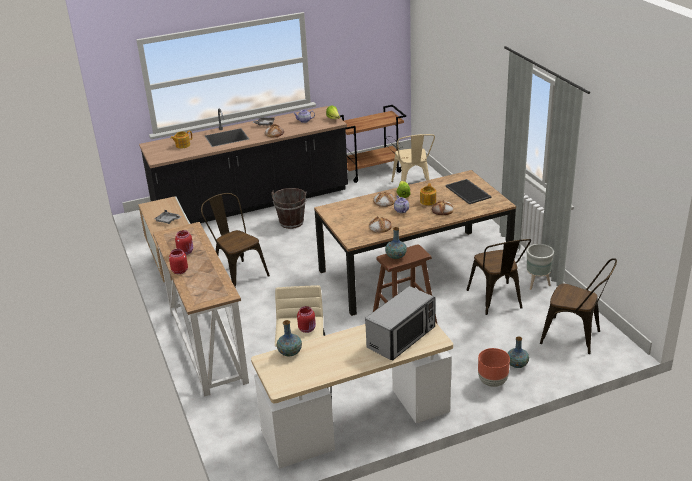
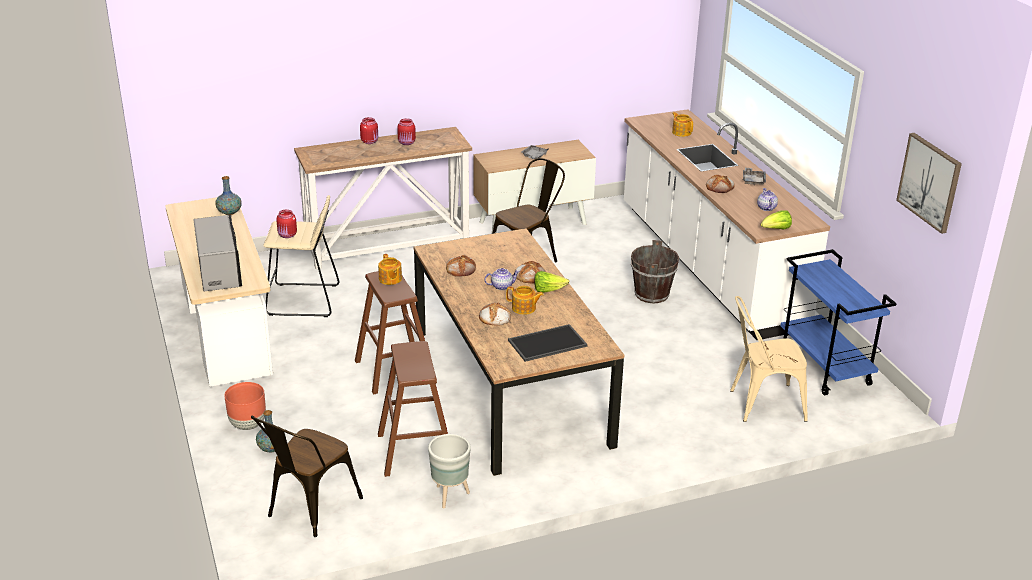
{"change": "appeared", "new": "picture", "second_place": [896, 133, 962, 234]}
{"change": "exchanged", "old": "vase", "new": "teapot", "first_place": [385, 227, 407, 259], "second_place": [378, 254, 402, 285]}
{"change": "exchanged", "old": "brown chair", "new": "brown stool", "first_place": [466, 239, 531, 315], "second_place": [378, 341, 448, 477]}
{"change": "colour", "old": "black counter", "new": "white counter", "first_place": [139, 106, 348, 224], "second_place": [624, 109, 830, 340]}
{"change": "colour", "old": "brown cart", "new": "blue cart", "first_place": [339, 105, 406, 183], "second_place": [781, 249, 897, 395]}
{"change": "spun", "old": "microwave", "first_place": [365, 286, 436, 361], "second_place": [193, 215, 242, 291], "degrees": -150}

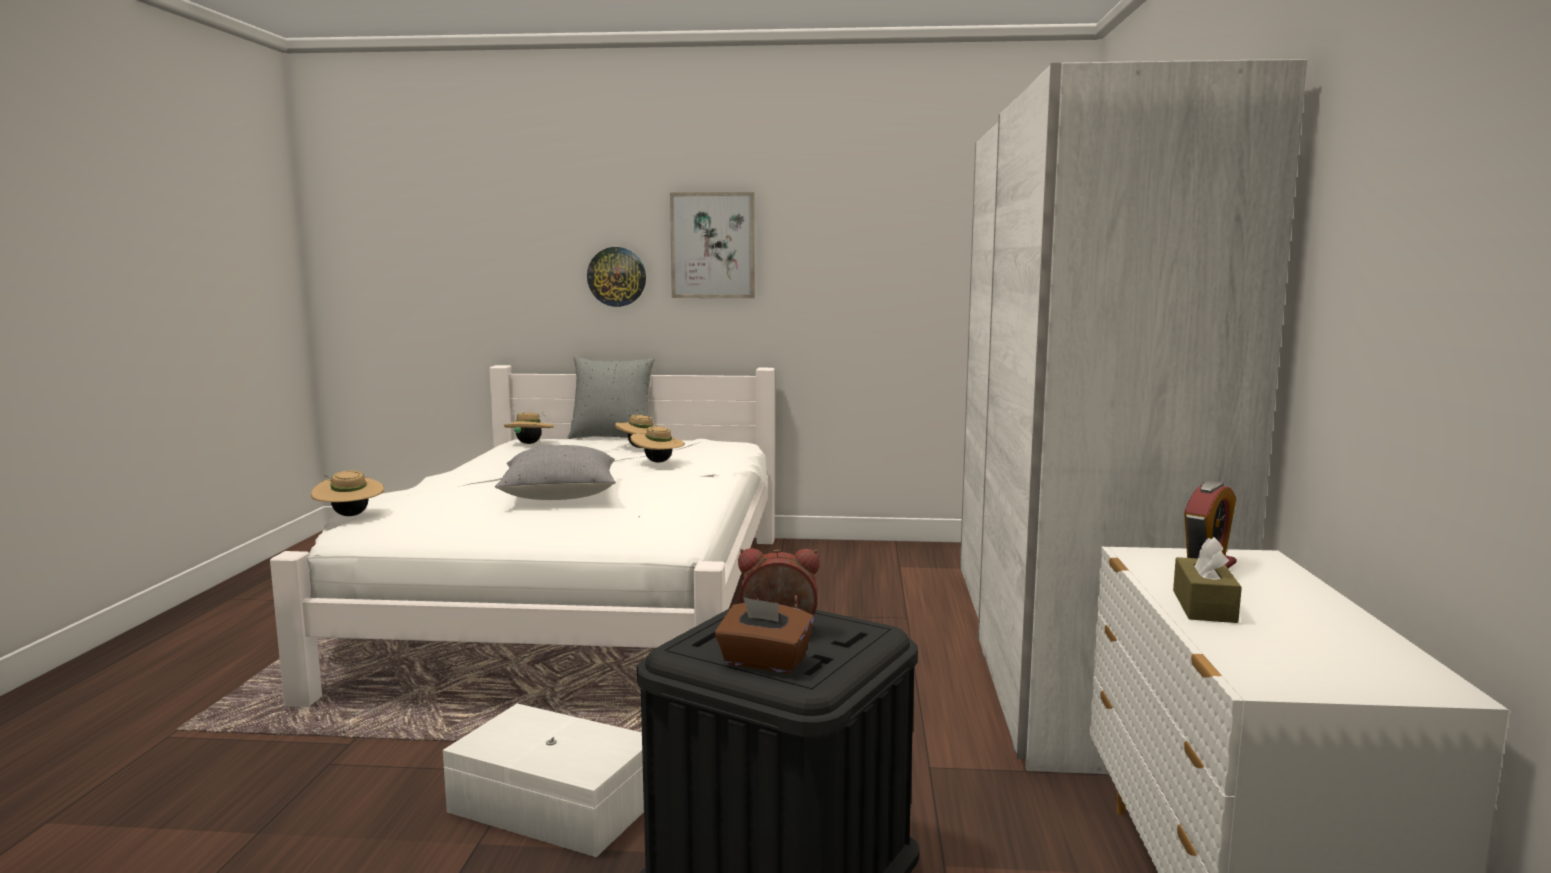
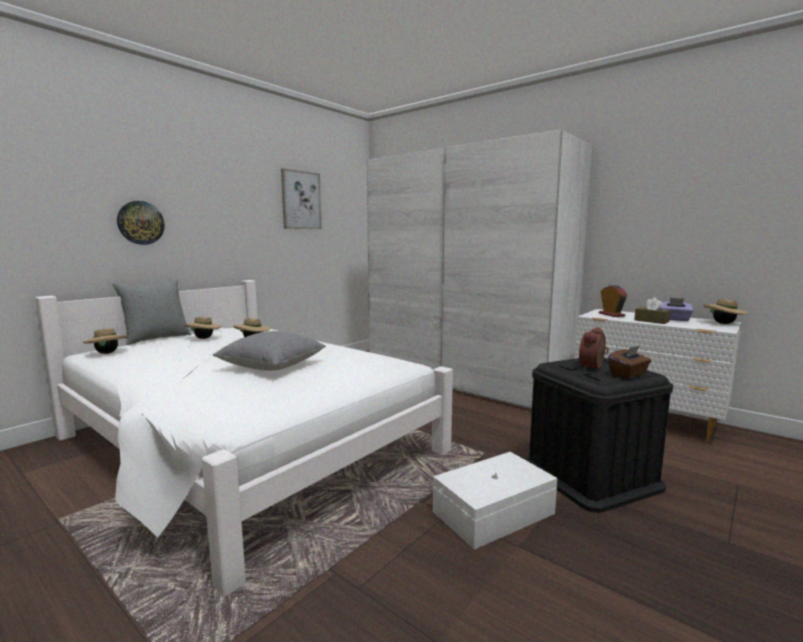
{"change": "appeared", "new": "purple tissue box", "second_place": [659, 298, 693, 321]}
{"change": "relocated", "old": "beige hat", "first_place": [311, 470, 384, 516], "second_place": [704, 299, 749, 324]}
{"change": "relocated", "old": "picture", "first_place": [670, 192, 755, 298], "second_place": [281, 168, 322, 229]}

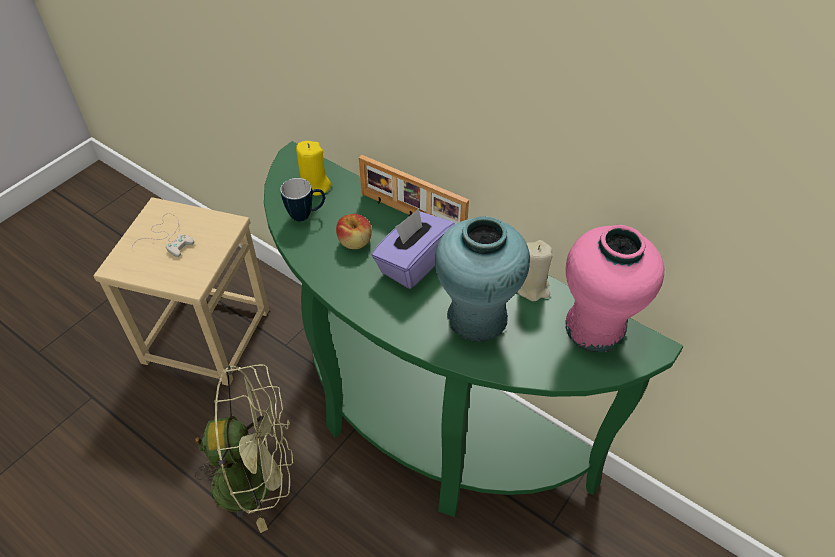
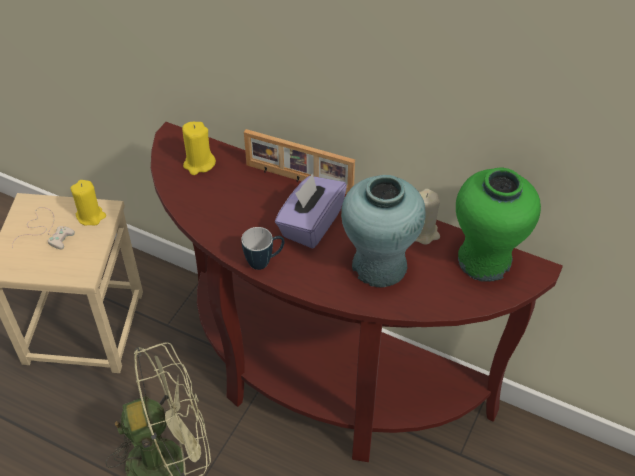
{"change": "missing", "old": "apple", "first_place": [336, 214, 372, 249]}
{"change": "appeared", "new": "yellow candle", "second_place": [71, 180, 106, 225]}
{"change": "relocated", "old": "mug", "first_place": [280, 178, 325, 221], "second_place": [241, 227, 285, 270]}
{"change": "colour", "old": "green console table", "new": "brown console table", "first_place": [264, 141, 683, 517], "second_place": [151, 122, 563, 462]}
{"change": "colour", "old": "pink vase", "new": "green vase", "first_place": [565, 225, 664, 352], "second_place": [456, 167, 541, 282]}

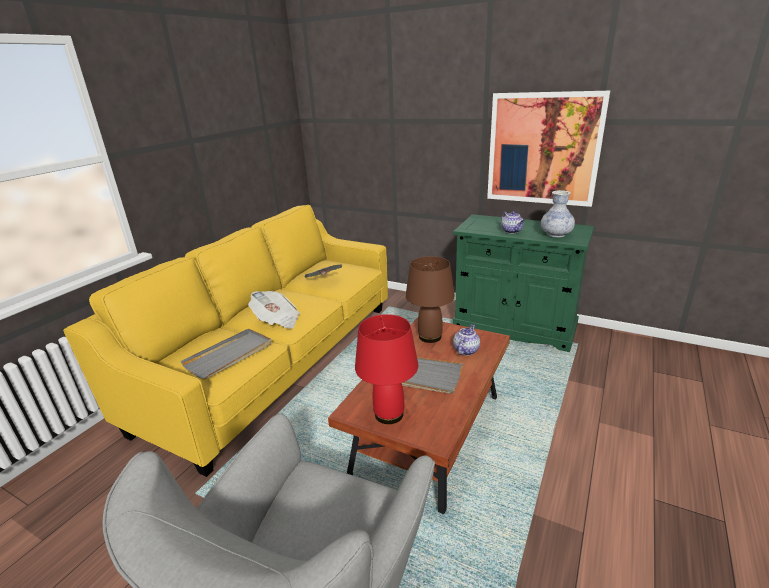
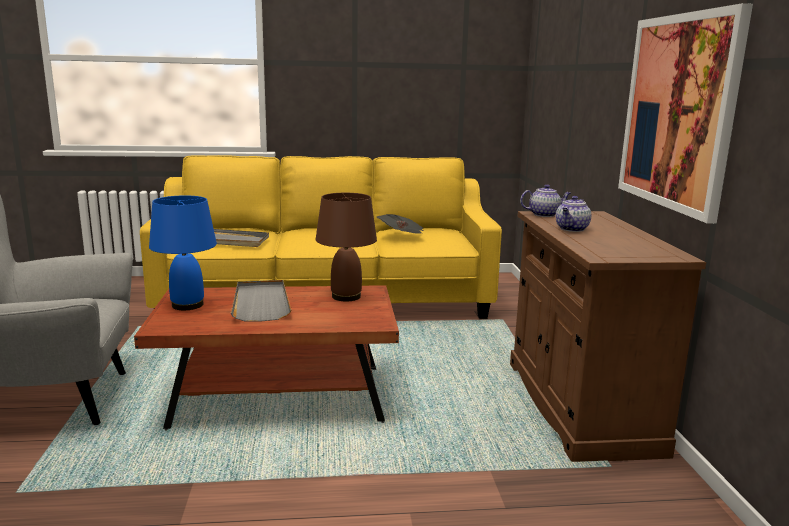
{"change": "missing", "old": "newspaper", "first_place": [248, 291, 300, 329]}
{"change": "missing", "old": "vase", "first_place": [541, 190, 575, 237]}
{"change": "relocated", "old": "teapot", "first_place": [453, 324, 480, 355], "second_place": [520, 184, 571, 217]}
{"change": "colour", "old": "red table lamp", "new": "blue table lamp", "first_place": [355, 314, 418, 424], "second_place": [149, 195, 217, 310]}
{"change": "colour", "old": "green cabinet", "new": "brown cabinet", "first_place": [453, 214, 594, 352], "second_place": [510, 211, 706, 462]}

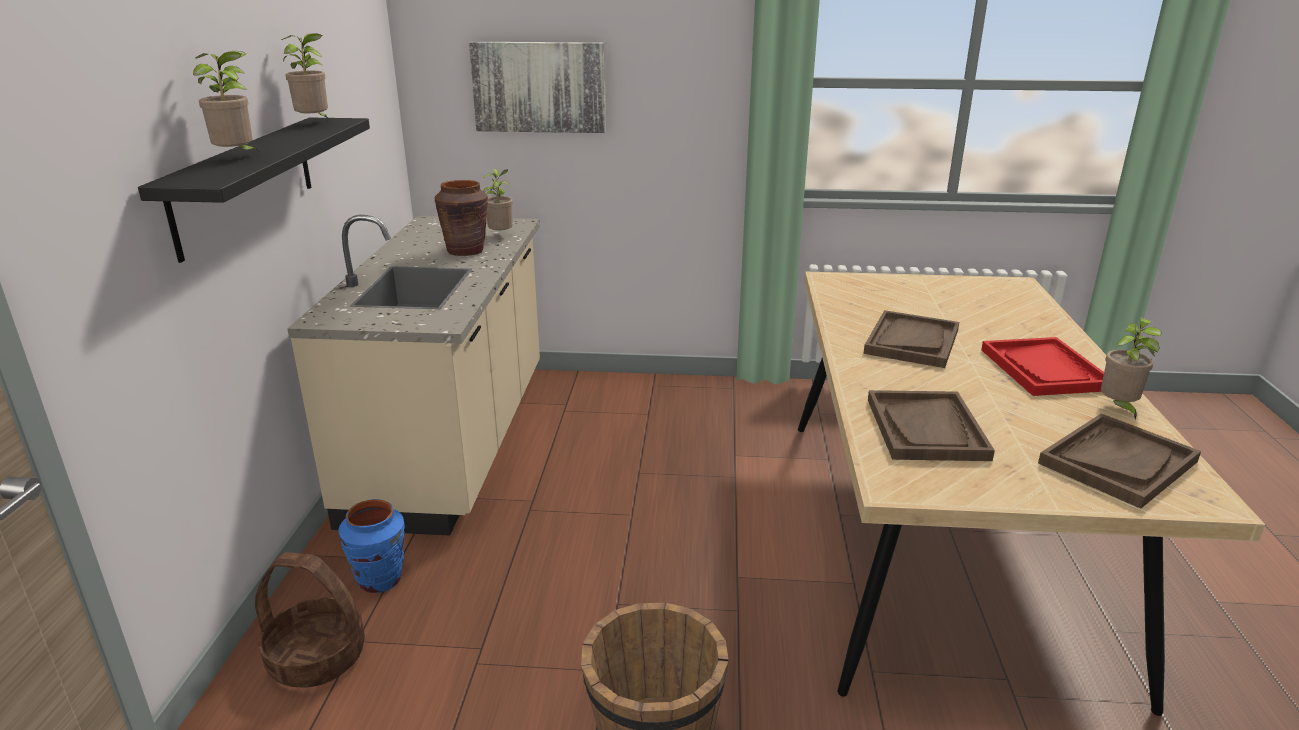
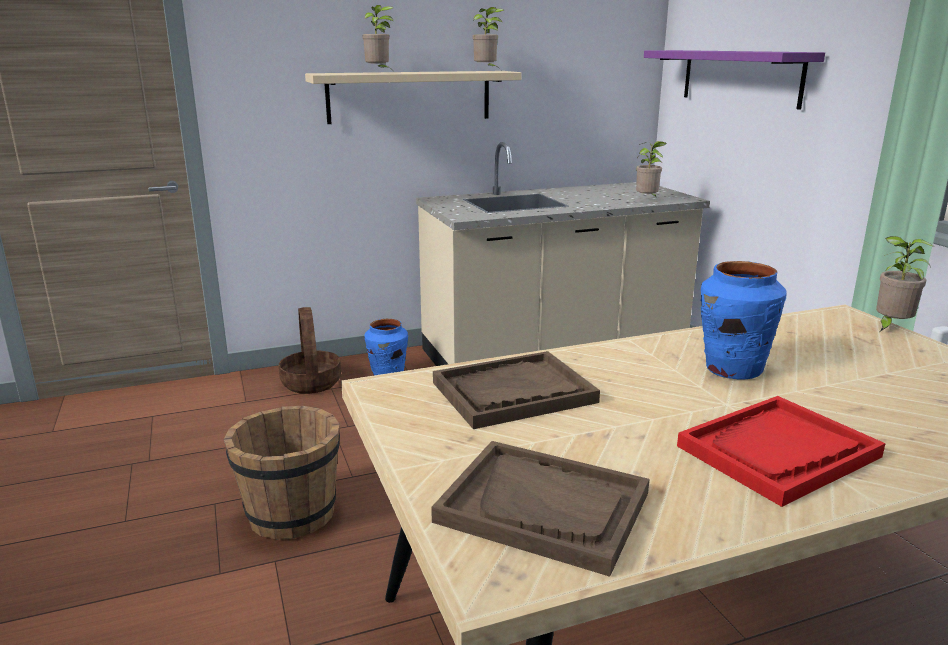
{"change": "missing", "old": "brown vase", "first_place": [435, 180, 488, 256]}
{"change": "relocated", "old": "potted plant", "first_place": [1101, 318, 1162, 420], "second_place": [876, 236, 934, 332]}
{"change": "exchanged", "old": "picture", "new": "purple shelf", "first_place": [469, 42, 606, 133], "second_place": [644, 50, 825, 110]}
{"change": "exchanged", "old": "brown tray", "new": "blue vase", "first_place": [863, 310, 959, 368], "second_place": [700, 261, 786, 379]}
{"change": "colour", "old": "black shelf", "new": "beige shelf", "first_place": [138, 118, 370, 263], "second_place": [305, 71, 522, 124]}

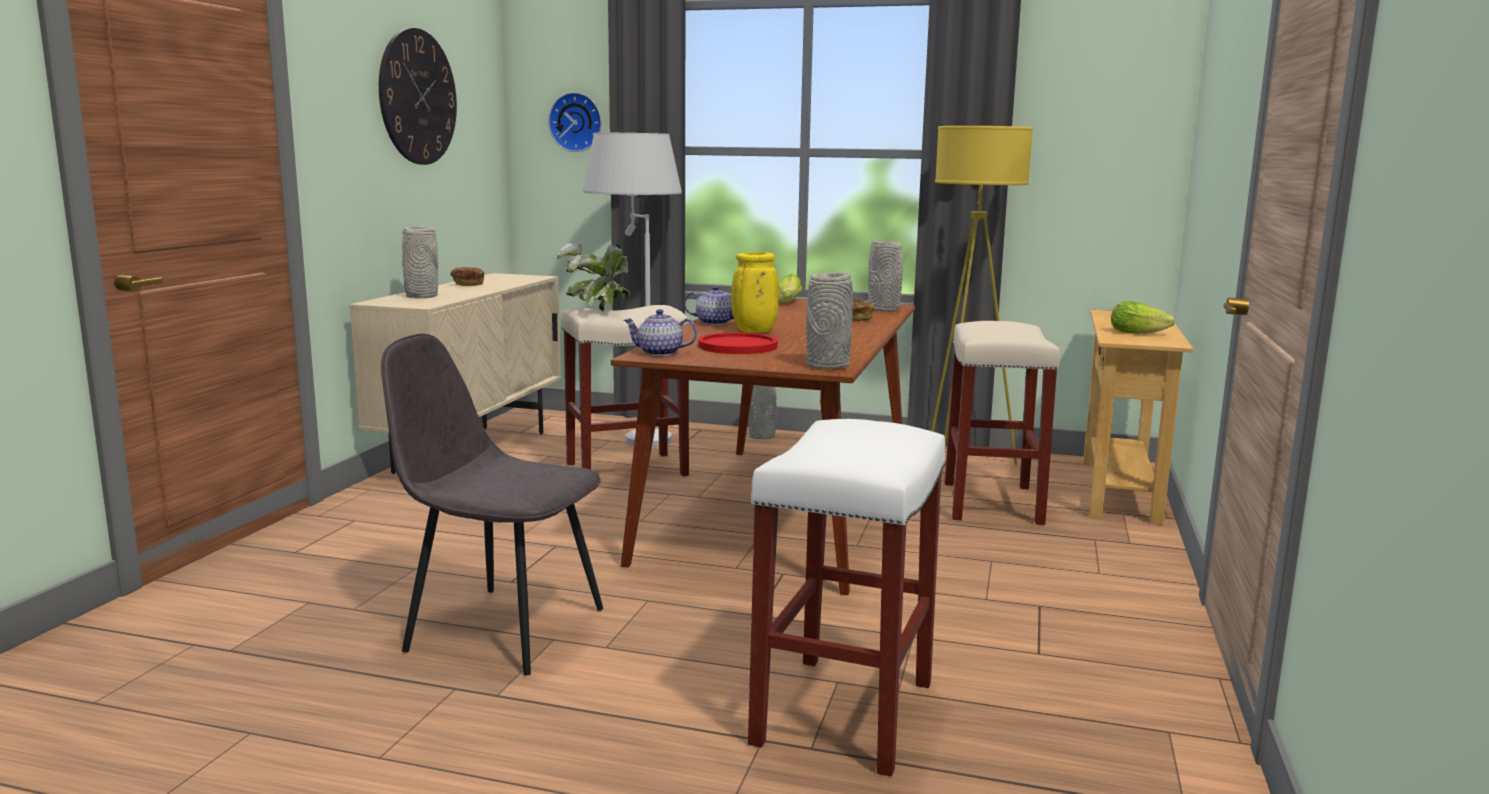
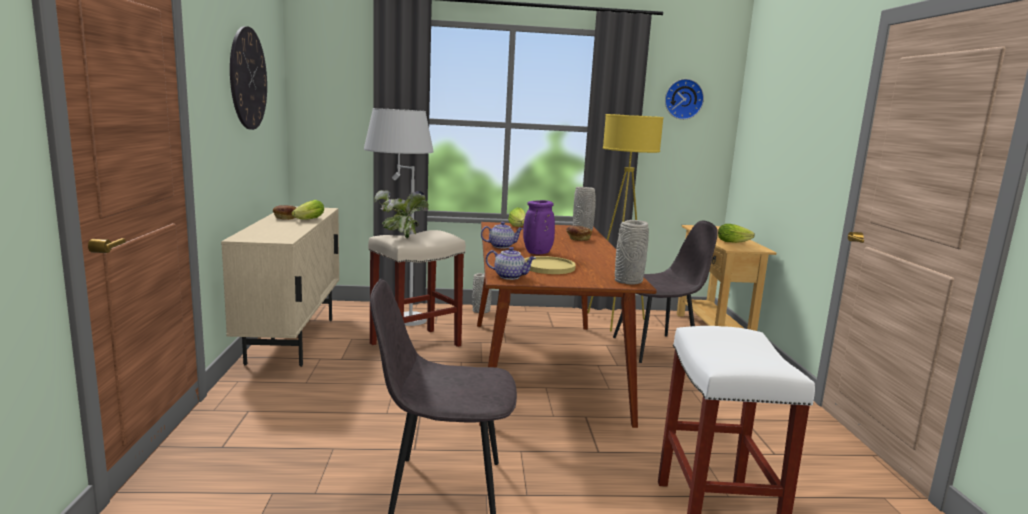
{"change": "missing", "old": "grey vase", "first_place": [402, 226, 438, 298]}
{"change": "appeared", "new": "lettuce", "second_place": [291, 200, 324, 219]}
{"change": "relocated", "old": "wall clock", "first_place": [548, 92, 602, 152], "second_place": [665, 79, 704, 120]}
{"change": "exchanged", "old": "beige stool", "new": "grey chair", "first_place": [945, 321, 1060, 525], "second_place": [613, 220, 718, 363]}
{"change": "colour", "old": "red plate", "new": "yellow plate", "first_place": [698, 333, 778, 354], "second_place": [525, 256, 576, 274]}
{"change": "colour", "old": "yellow vase", "new": "purple vase", "first_place": [731, 252, 779, 333], "second_place": [523, 200, 555, 254]}
{"change": "spun", "old": "teapot", "first_place": [624, 309, 697, 356], "second_place": [486, 247, 536, 280], "degrees": -150}

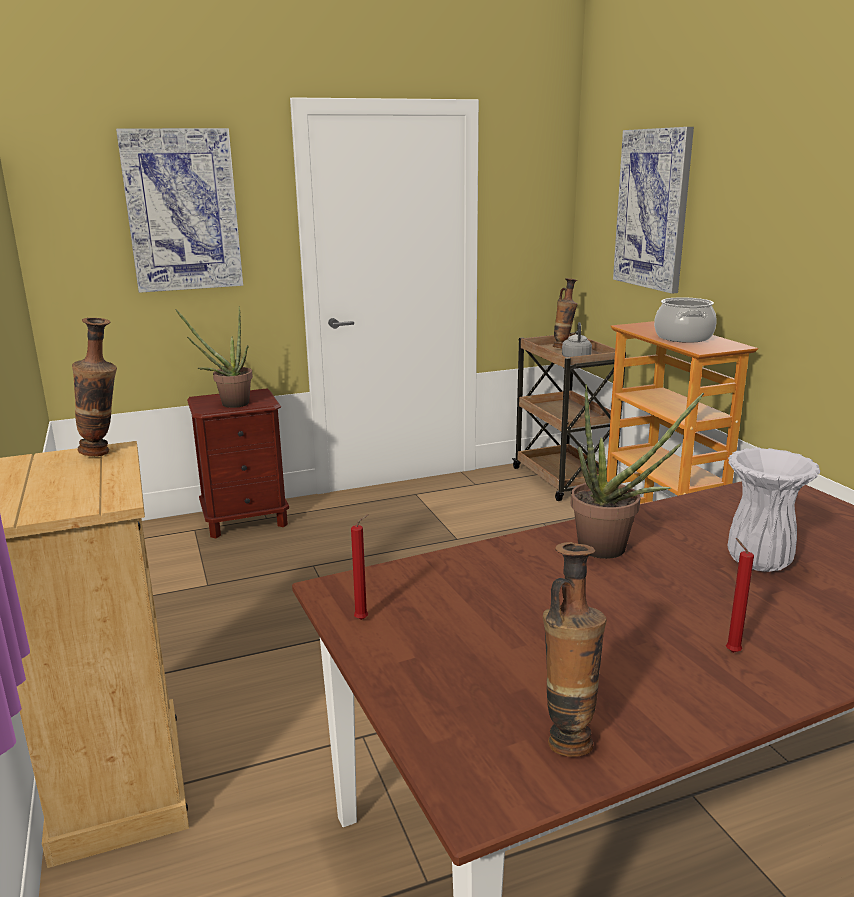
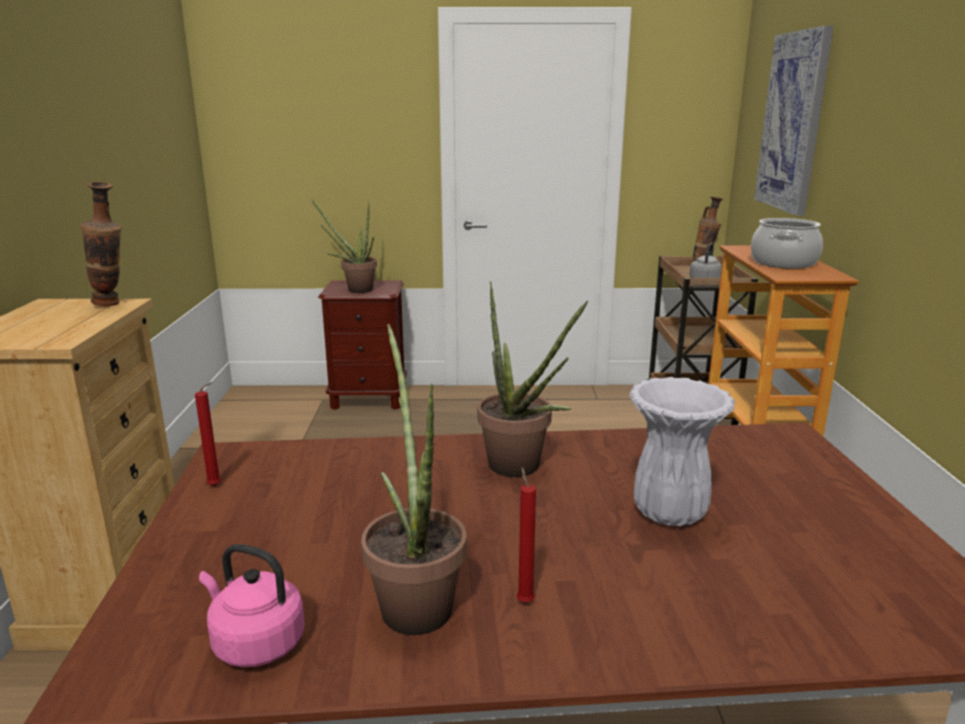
{"change": "missing", "old": "picture", "first_place": [116, 128, 243, 293]}
{"change": "appeared", "new": "potted plant", "second_place": [361, 324, 467, 635]}
{"change": "exchanged", "old": "vase", "new": "pink kettle", "first_place": [543, 542, 606, 757], "second_place": [199, 544, 305, 667]}

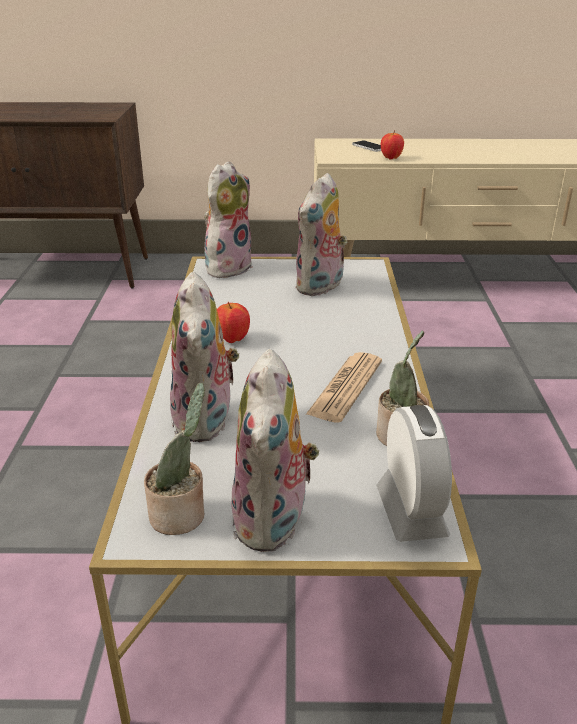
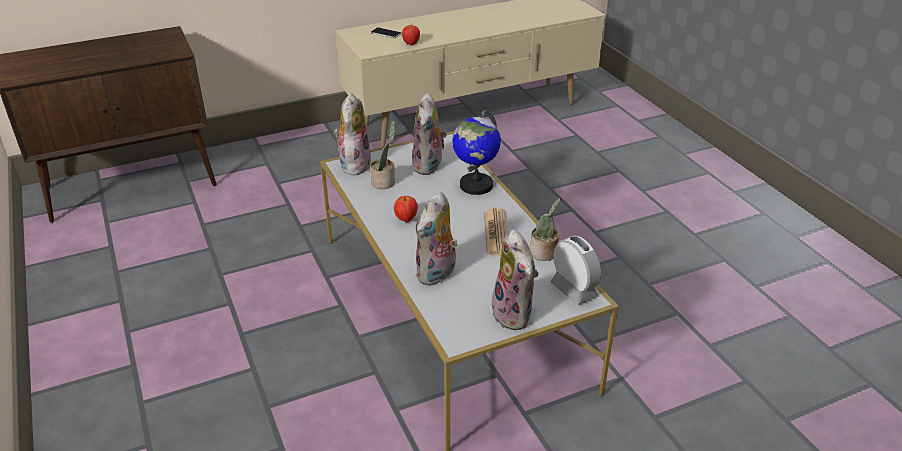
{"change": "appeared", "new": "globe", "second_place": [452, 110, 501, 195]}
{"change": "relocated", "old": "potted plant", "first_place": [144, 383, 205, 535], "second_place": [370, 120, 396, 189]}
{"change": "spun", "old": "plush toy", "first_place": [170, 272, 240, 442], "second_place": [415, 191, 458, 286], "degrees": 60}

